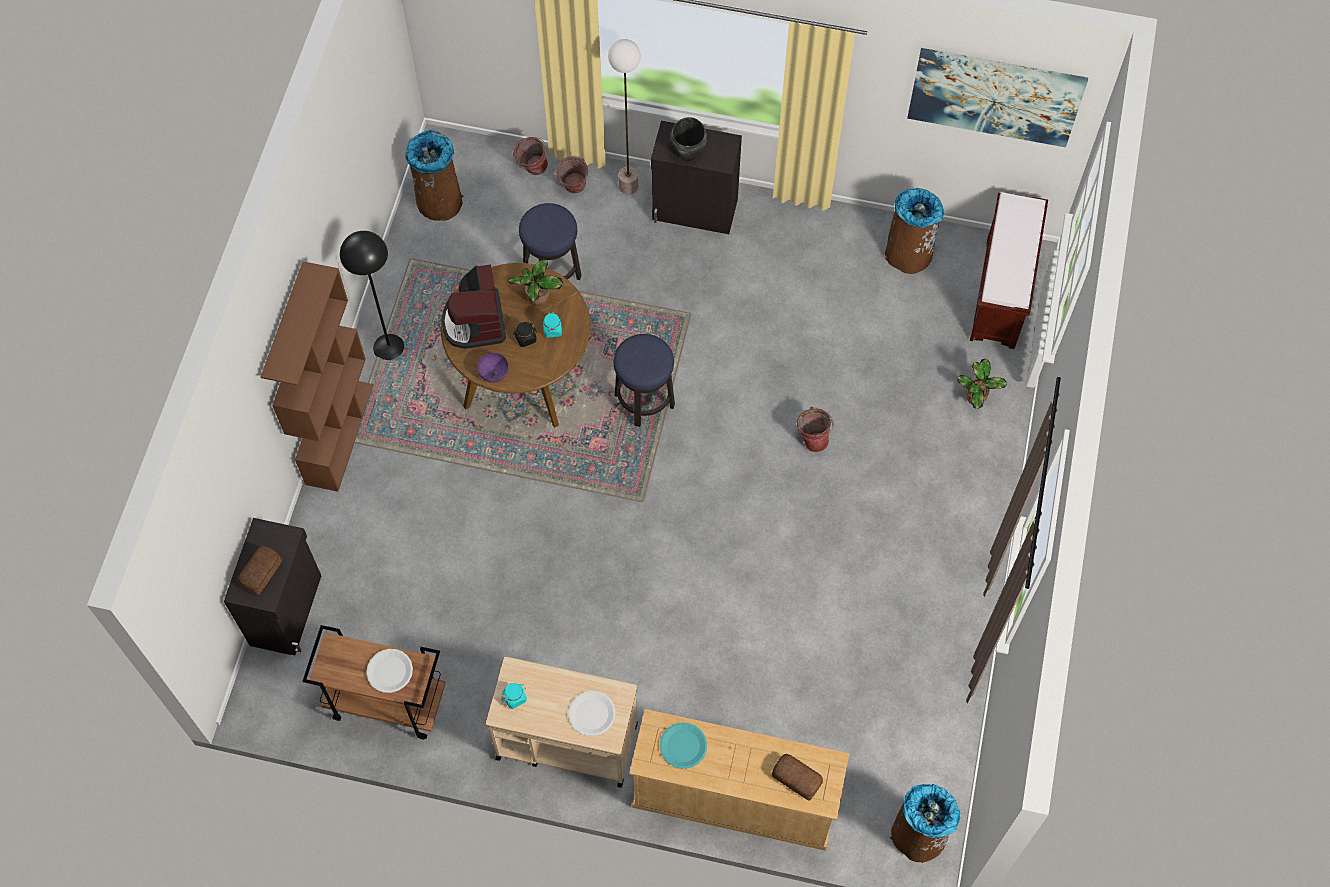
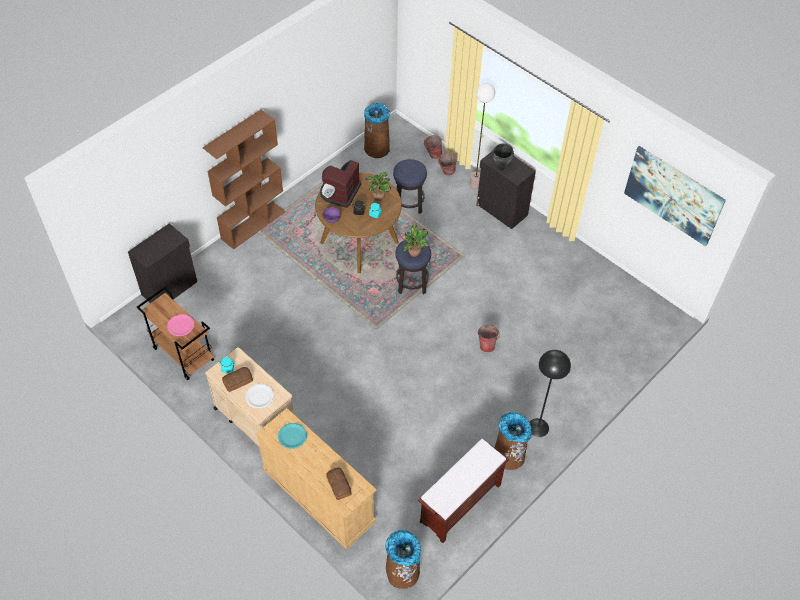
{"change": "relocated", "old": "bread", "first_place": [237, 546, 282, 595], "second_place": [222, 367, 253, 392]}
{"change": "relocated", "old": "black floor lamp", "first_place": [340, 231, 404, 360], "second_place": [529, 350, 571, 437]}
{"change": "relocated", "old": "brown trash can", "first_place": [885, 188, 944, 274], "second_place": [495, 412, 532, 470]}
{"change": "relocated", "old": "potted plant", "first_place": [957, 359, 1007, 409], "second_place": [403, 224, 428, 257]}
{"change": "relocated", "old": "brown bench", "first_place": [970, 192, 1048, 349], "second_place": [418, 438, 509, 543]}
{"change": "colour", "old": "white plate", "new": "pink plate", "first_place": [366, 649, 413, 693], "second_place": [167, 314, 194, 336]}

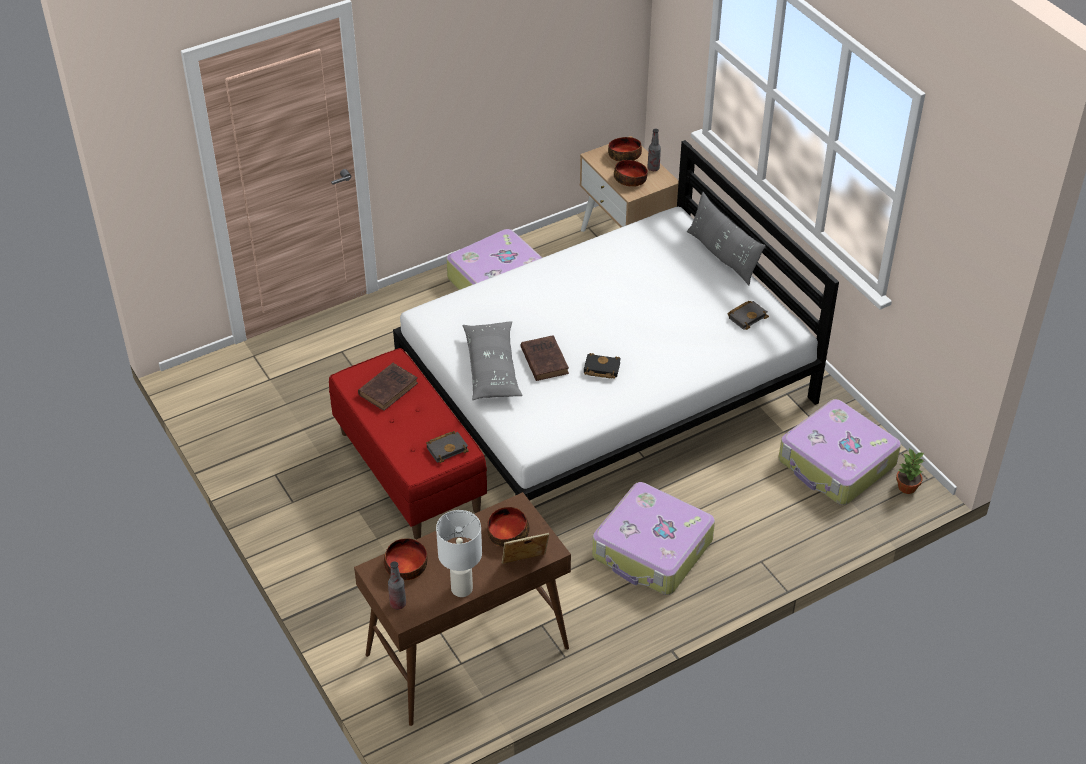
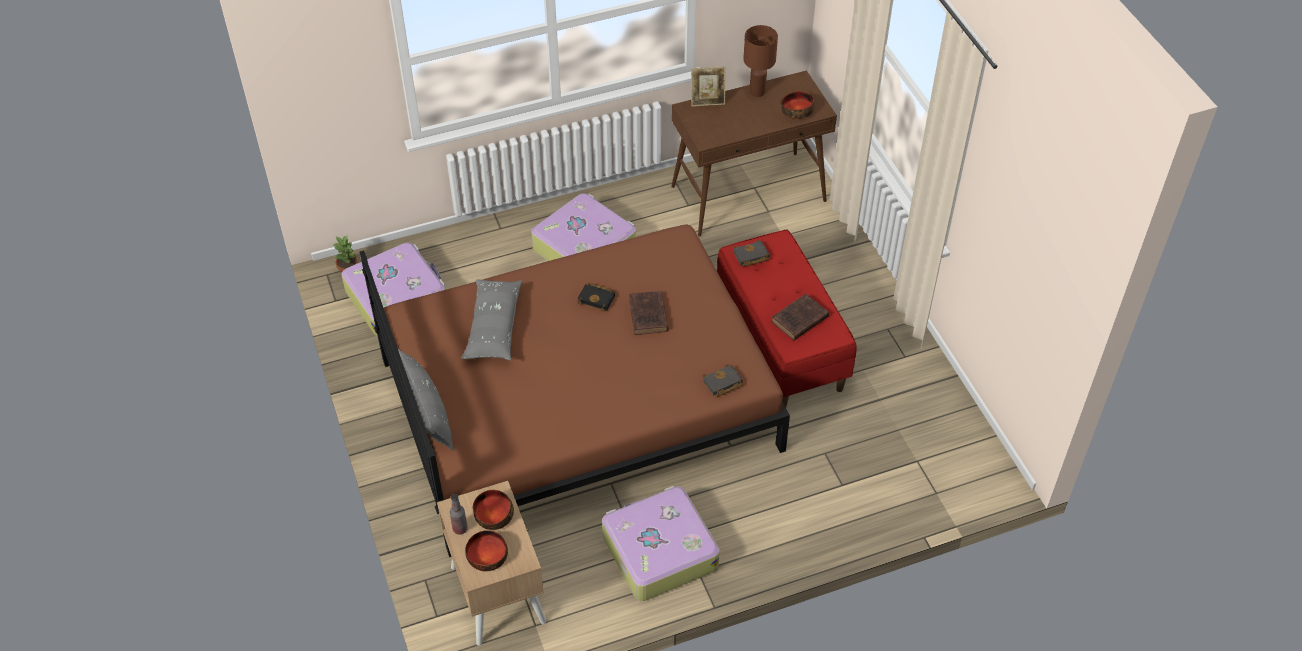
{"change": "missing", "old": "bottle", "first_place": [388, 561, 406, 609]}
{"change": "missing", "old": "bowl", "first_place": [487, 507, 529, 547]}
{"change": "relocated", "old": "grey pillow", "first_place": [462, 321, 523, 400], "second_place": [461, 279, 522, 361]}
{"change": "relocated", "old": "black book", "first_place": [727, 301, 769, 330], "second_place": [702, 364, 743, 397]}
{"change": "colour", "old": "white bed", "new": "brown bed", "first_place": [393, 140, 839, 501], "second_place": [360, 224, 790, 557]}
{"change": "colour", "old": "white table lamp", "new": "brown table lamp", "first_place": [436, 510, 482, 597], "second_place": [743, 25, 778, 97]}

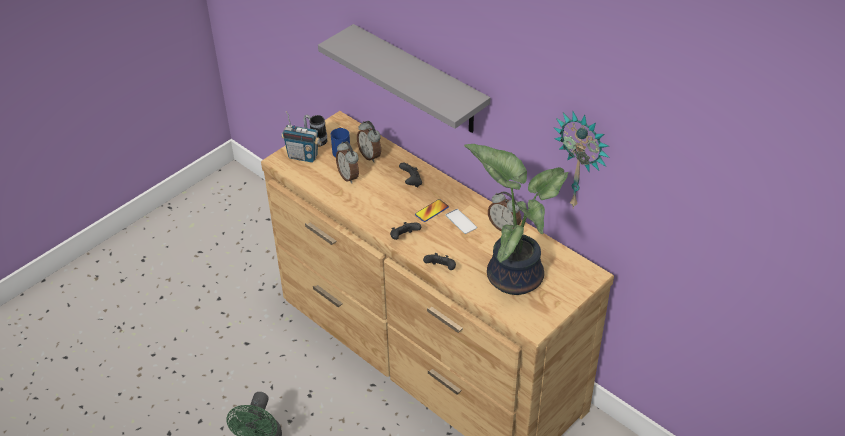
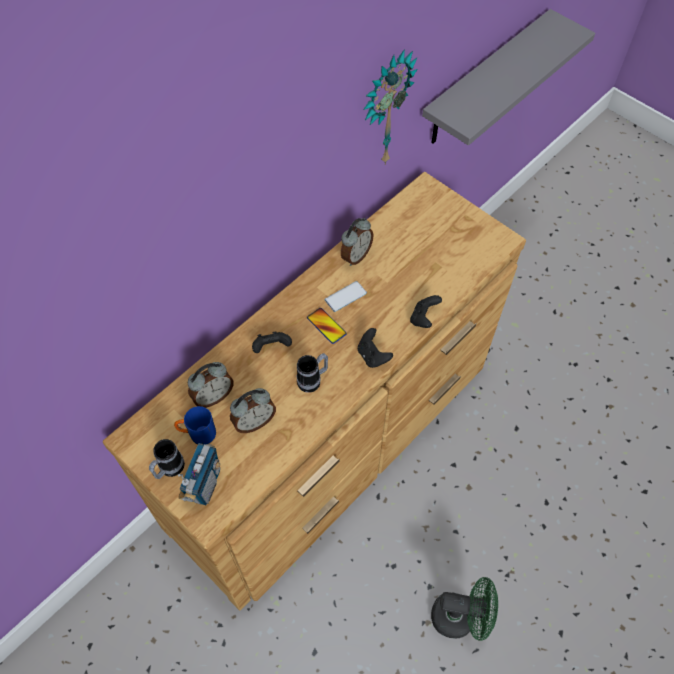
{"change": "missing", "old": "potted plant", "first_place": [464, 144, 568, 295]}
{"change": "appeared", "new": "mug", "second_place": [297, 353, 328, 393]}
{"change": "relocated", "old": "grey shelf", "first_place": [318, 24, 490, 133], "second_place": [422, 9, 595, 145]}

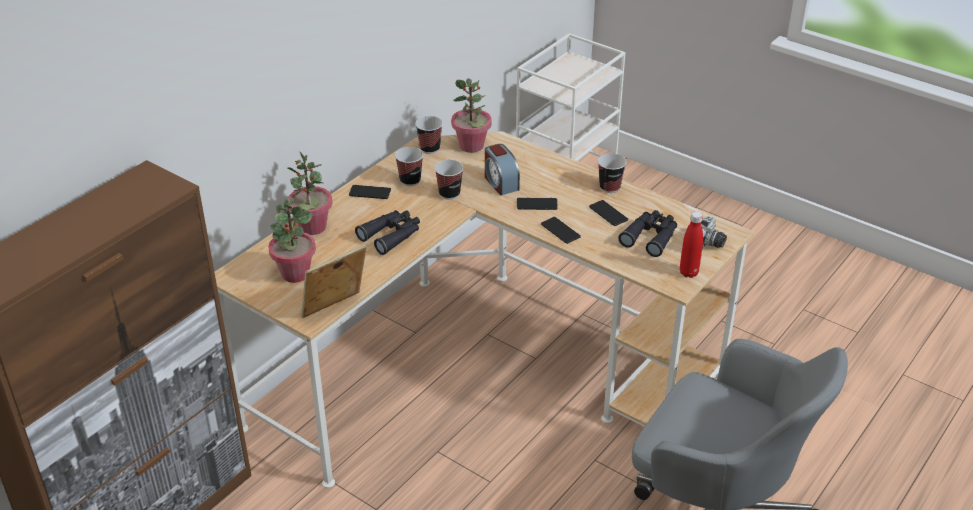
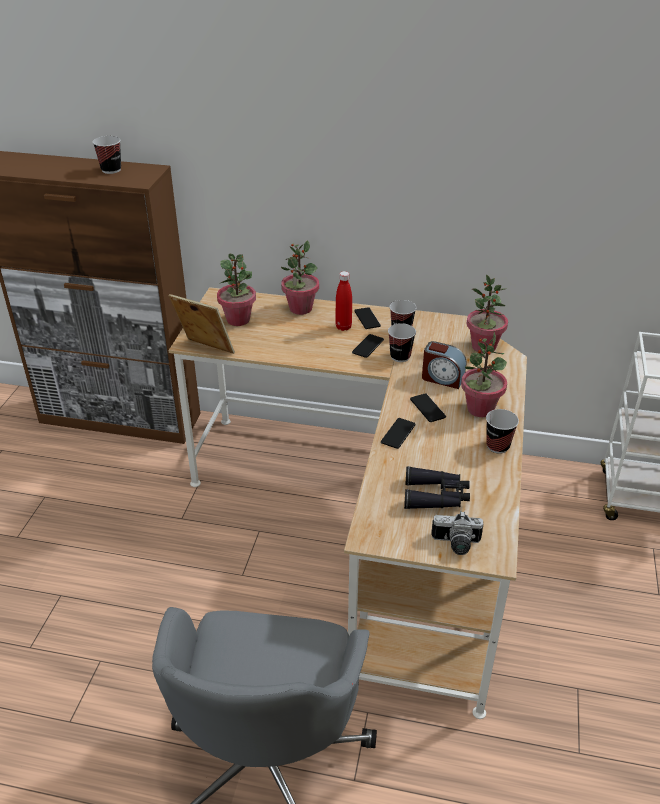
{"change": "missing", "old": "black binoculars", "first_place": [355, 210, 420, 255]}
{"change": "appeared", "new": "potted plant", "second_place": [461, 332, 507, 417]}
{"change": "relocated", "old": "cup", "first_place": [415, 116, 443, 154], "second_place": [93, 136, 121, 174]}
{"change": "relocated", "old": "phone", "first_place": [589, 200, 628, 226], "second_place": [352, 334, 384, 358]}
{"change": "relocated", "old": "red bottle", "first_place": [680, 211, 703, 278], "second_place": [335, 271, 352, 331]}
{"change": "spun", "old": "alarm clock", "first_place": [485, 144, 520, 196], "second_place": [422, 341, 466, 389], "degrees": -105}

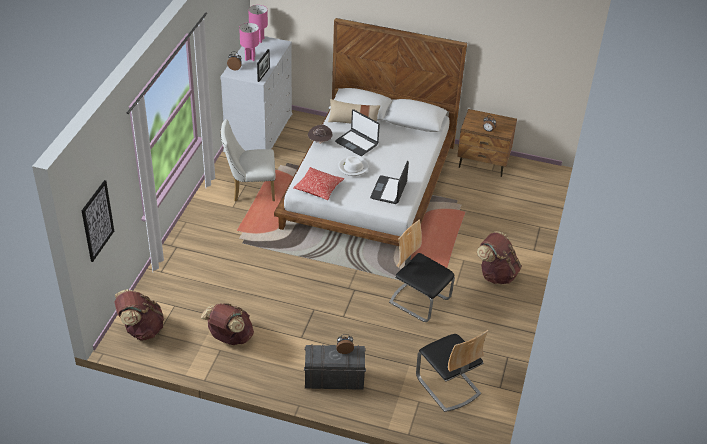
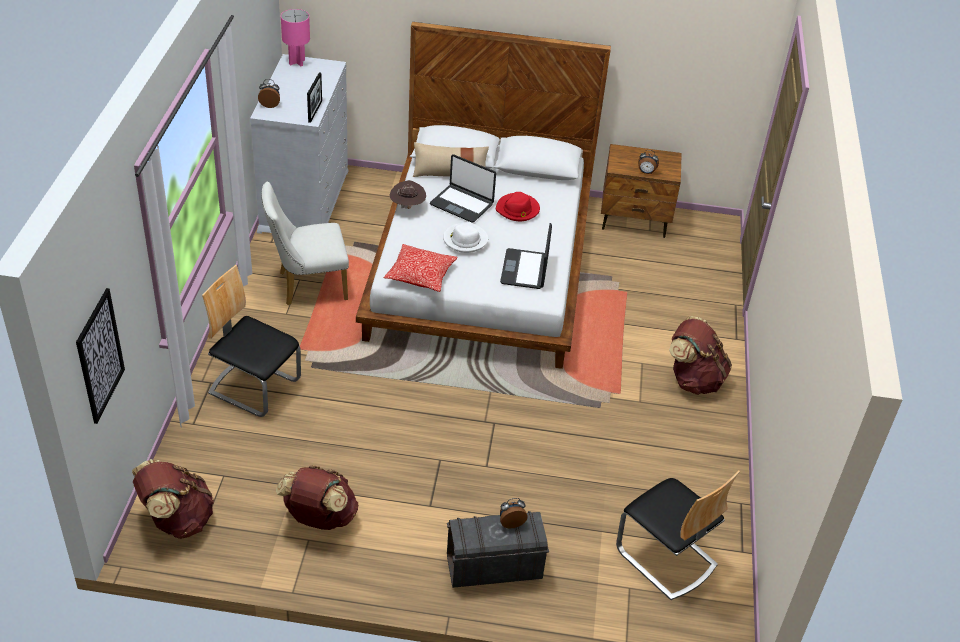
{"change": "missing", "old": "pink table lamp", "first_place": [239, 23, 259, 61]}
{"change": "appeared", "new": "red hat", "second_place": [496, 192, 540, 221]}
{"change": "relocated", "old": "chair", "first_place": [389, 220, 455, 322], "second_place": [202, 265, 301, 417]}

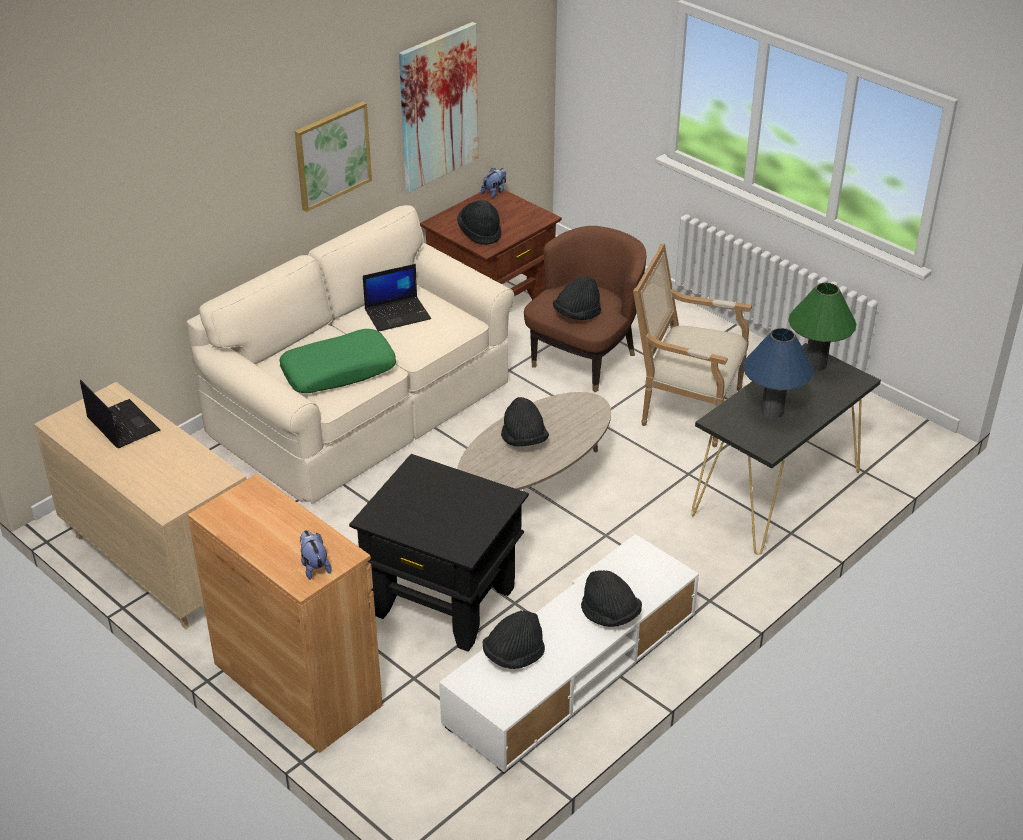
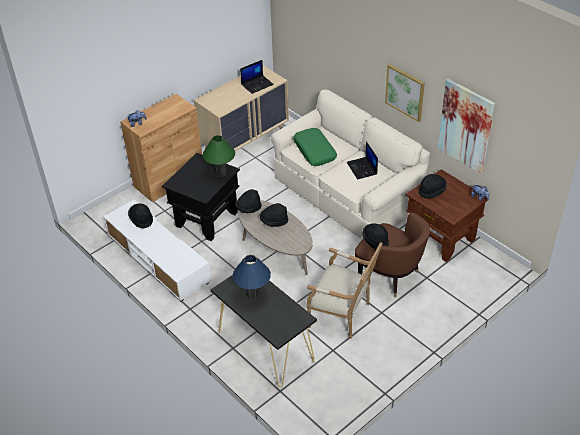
{"change": "relocated", "old": "black hat", "first_place": [581, 570, 642, 627], "second_place": [235, 189, 262, 213]}
{"change": "relocated", "old": "green table lamp", "first_place": [789, 283, 856, 371], "second_place": [203, 135, 235, 177]}
{"change": "spun", "old": "armchair", "first_place": [633, 243, 752, 447], "second_place": [306, 242, 383, 339], "degrees": 90}

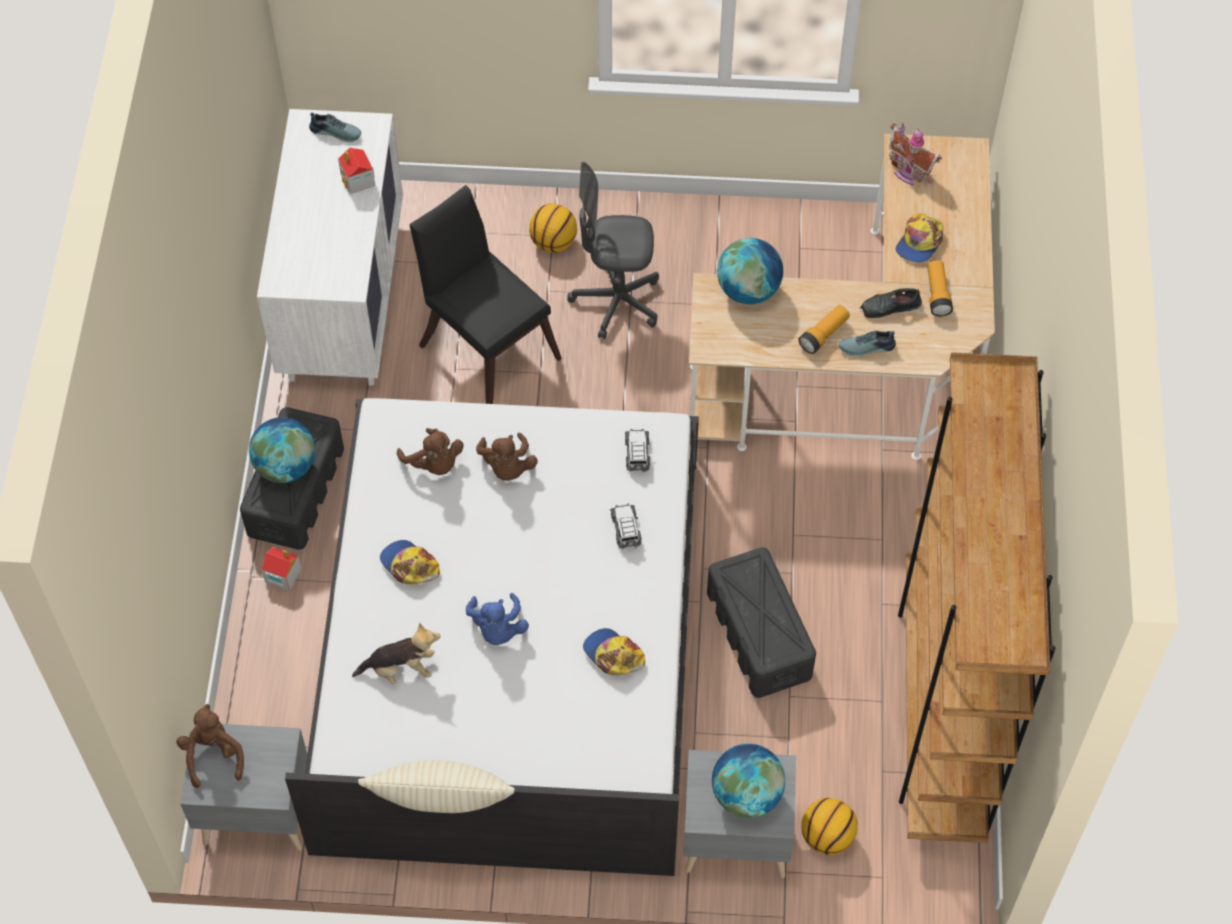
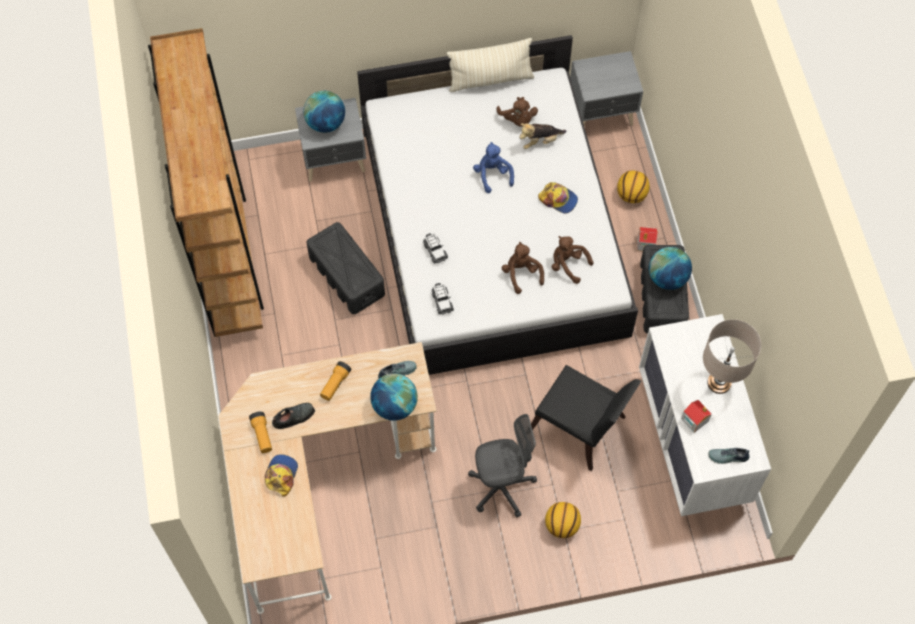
{"change": "missing", "old": "cap", "first_place": [583, 628, 645, 675]}
{"change": "missing", "old": "toy house", "first_place": [889, 122, 942, 186]}
{"change": "appeared", "new": "beige table lamp", "second_place": [703, 319, 761, 394]}
{"change": "relocated", "old": "brown plush toy", "first_place": [176, 704, 244, 788], "second_place": [496, 97, 538, 127]}
{"change": "relocated", "old": "basketball", "first_place": [801, 798, 858, 855], "second_place": [617, 171, 650, 203]}
{"change": "relocated", "old": "shoe", "first_place": [839, 331, 896, 357], "second_place": [378, 361, 417, 378]}

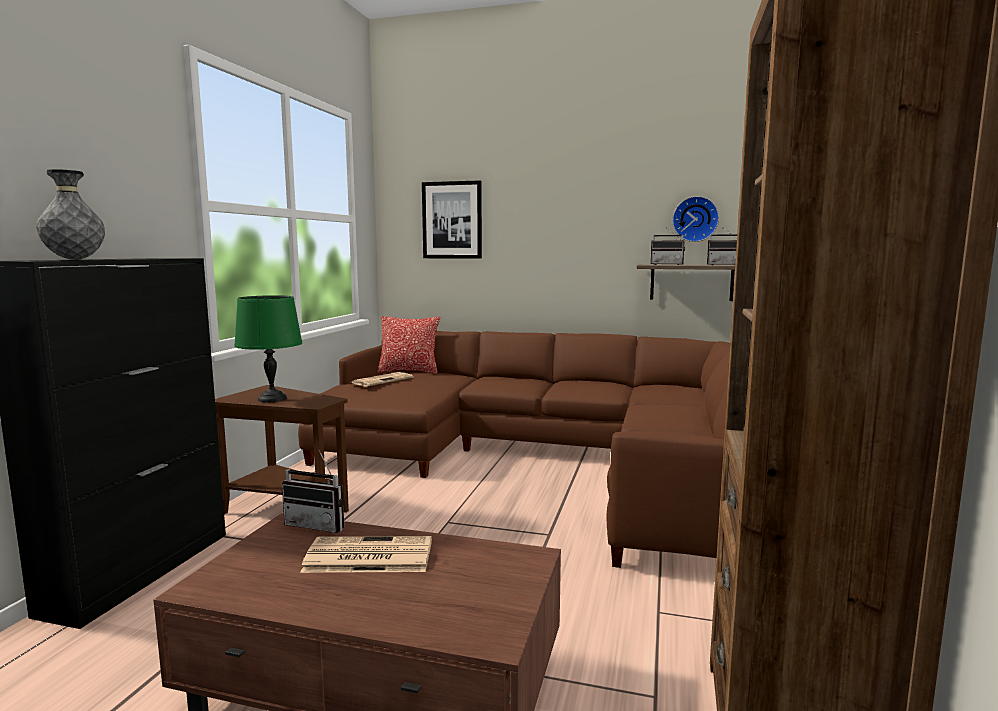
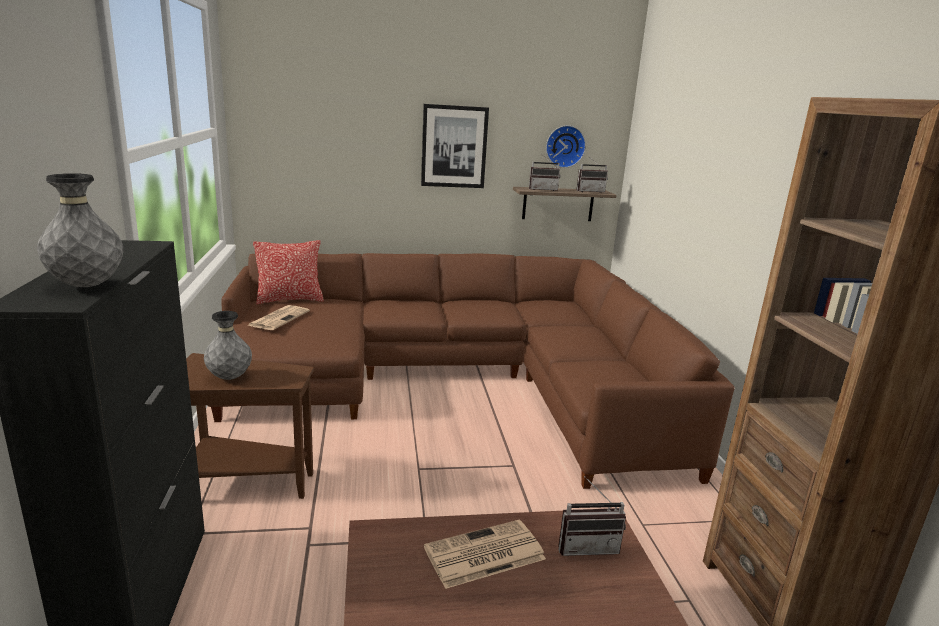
{"change": "relocated", "old": "radio", "first_place": [282, 450, 344, 533], "second_place": [559, 476, 626, 556]}
{"change": "relocated", "old": "picture", "first_place": [422, 180, 482, 259], "second_place": [421, 104, 489, 188]}
{"change": "exchanged", "old": "green table lamp", "new": "grey vase", "first_place": [234, 295, 302, 402], "second_place": [204, 311, 252, 380]}

